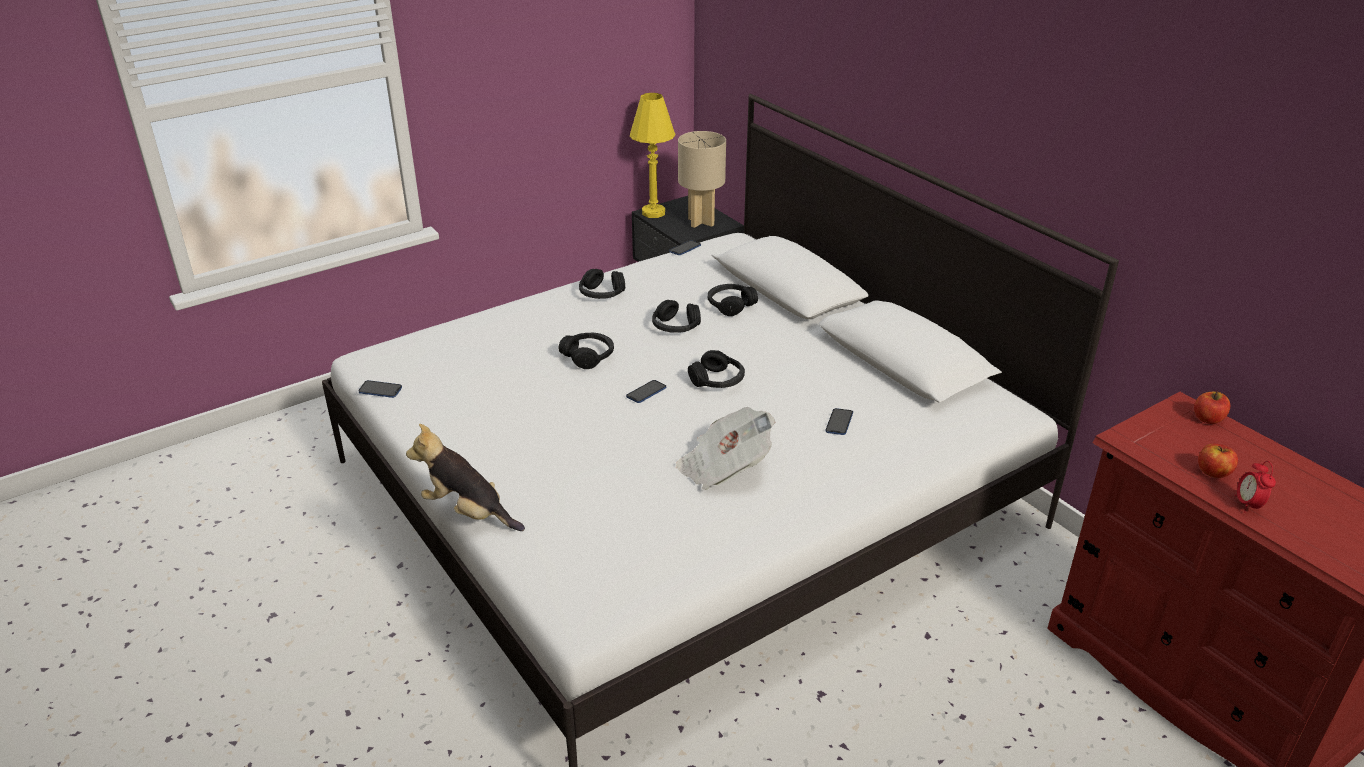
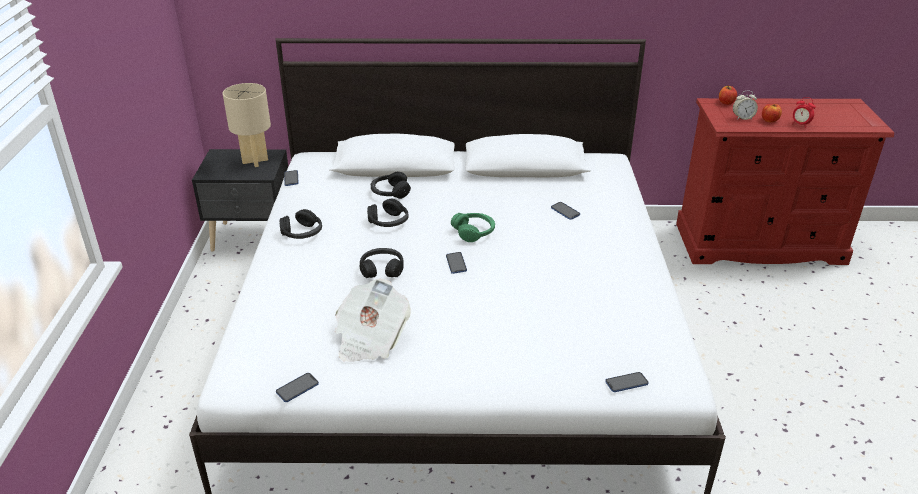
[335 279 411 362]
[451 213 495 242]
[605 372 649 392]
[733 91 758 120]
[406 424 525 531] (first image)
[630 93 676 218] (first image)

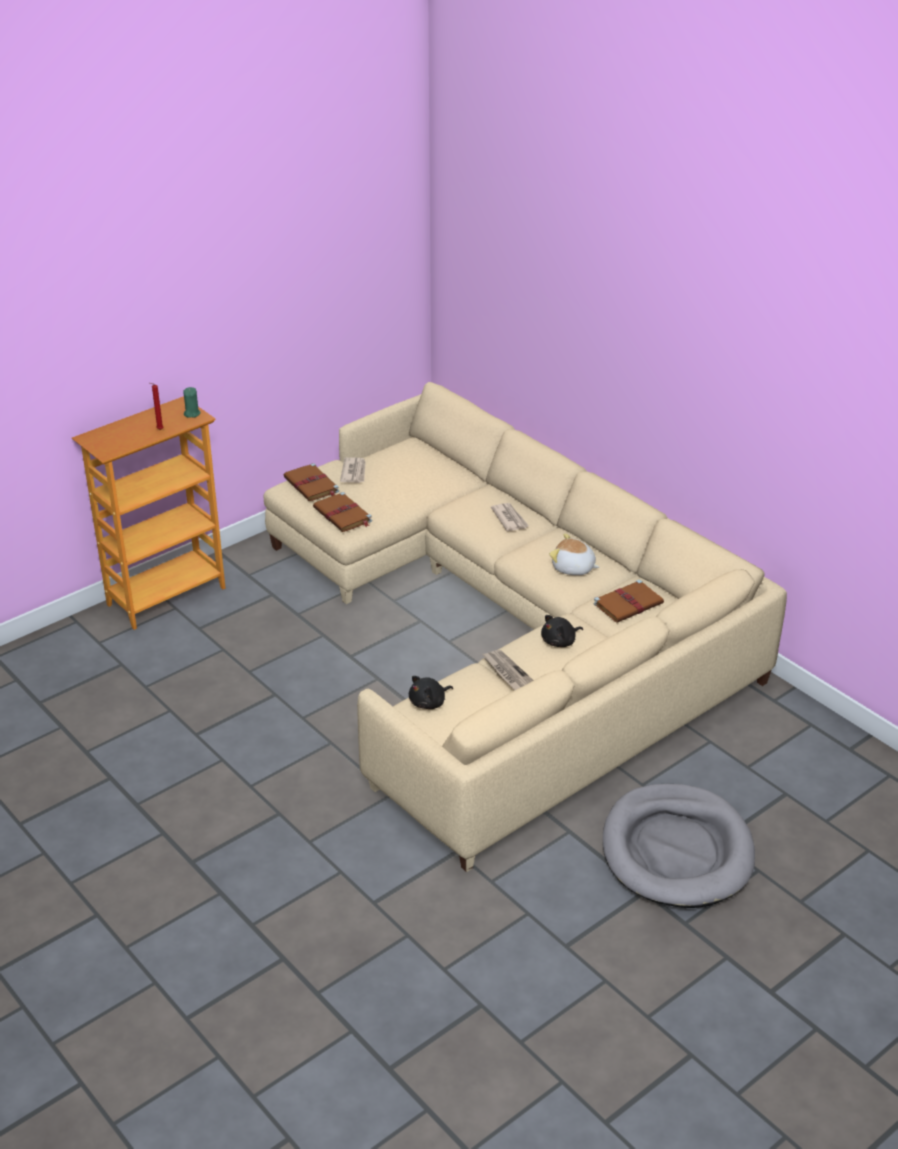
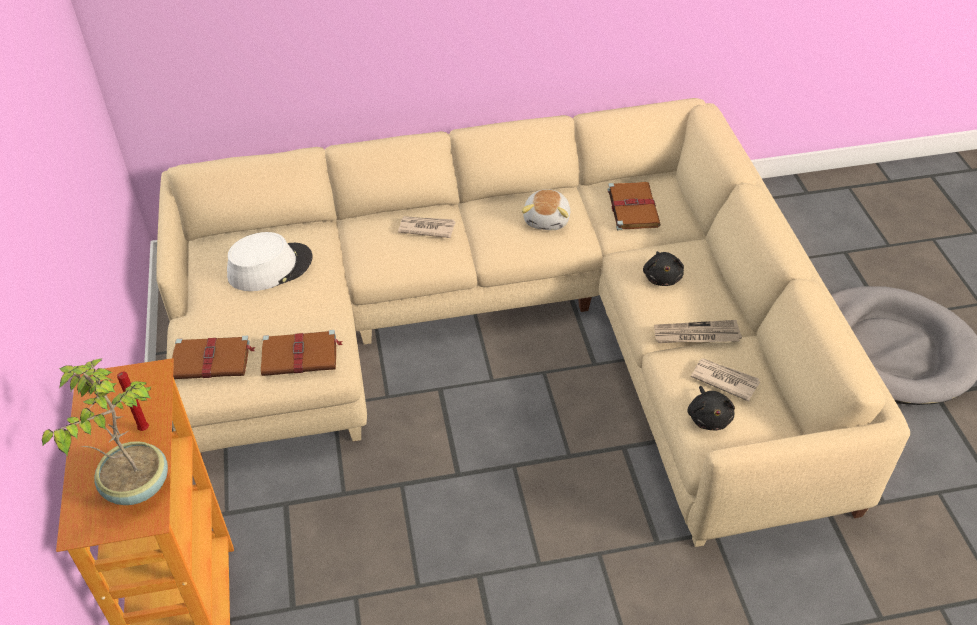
[42 358 168 505]
[227 232 313 291]
[521 189 570 230]
[691 358 760 402]
[183 387 201 418] (first image)

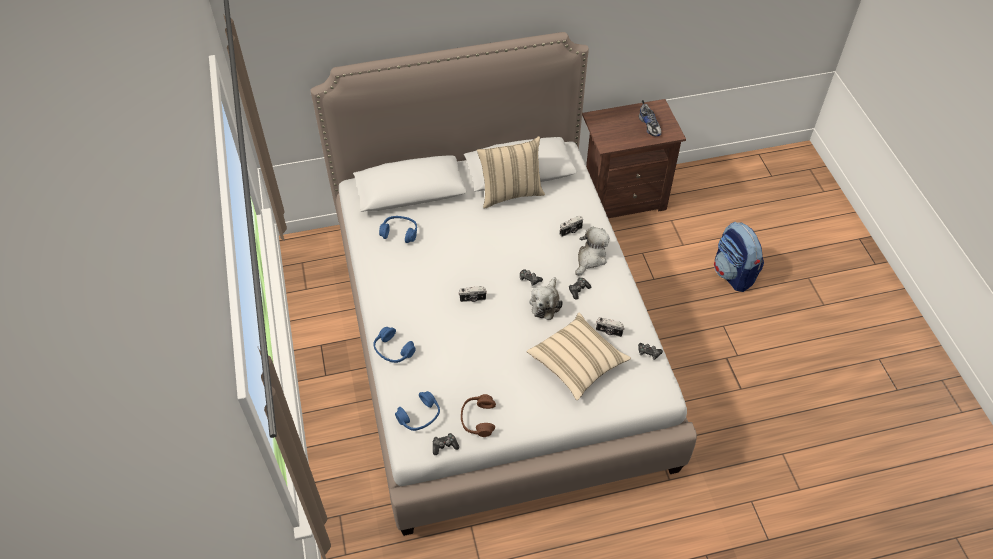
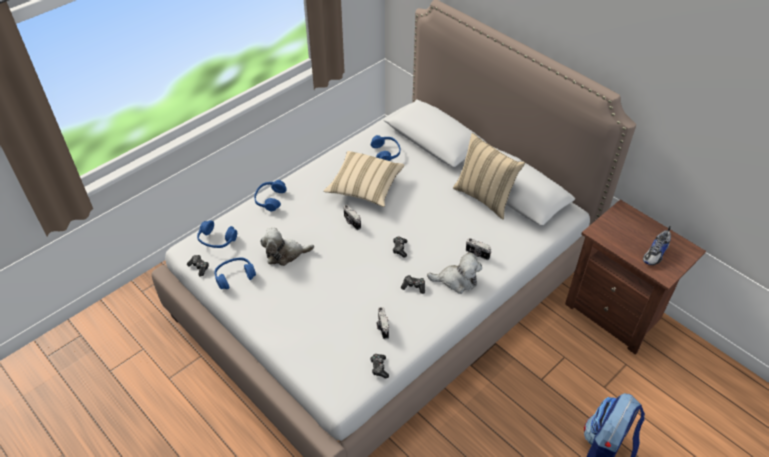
[215 258 256 289]
[260 228 314 266]
[324 151 405 207]

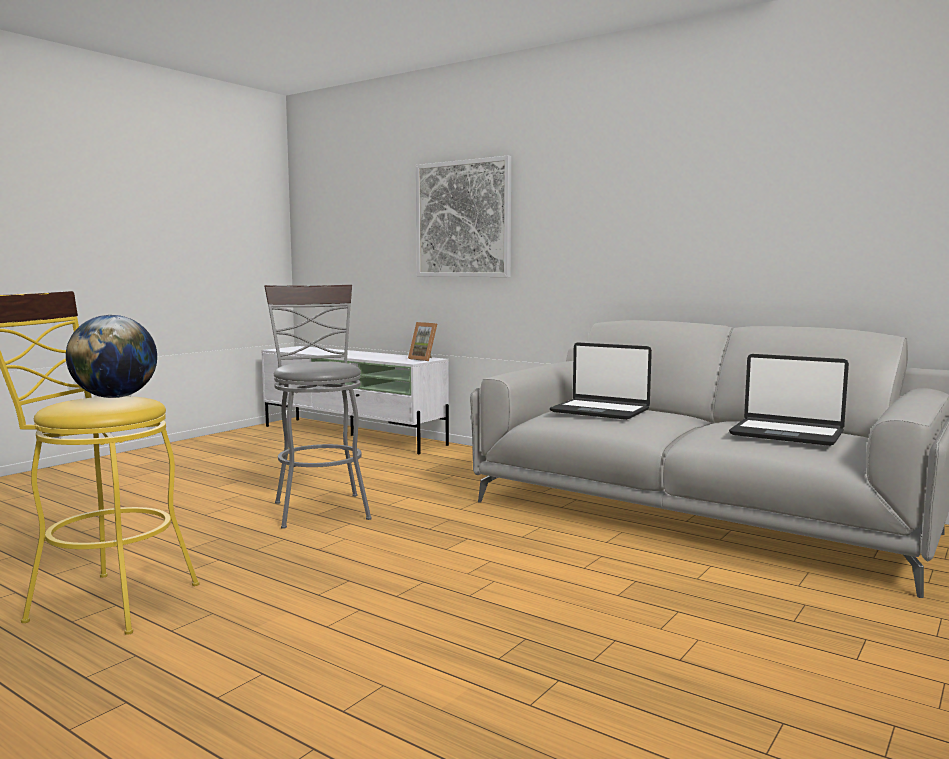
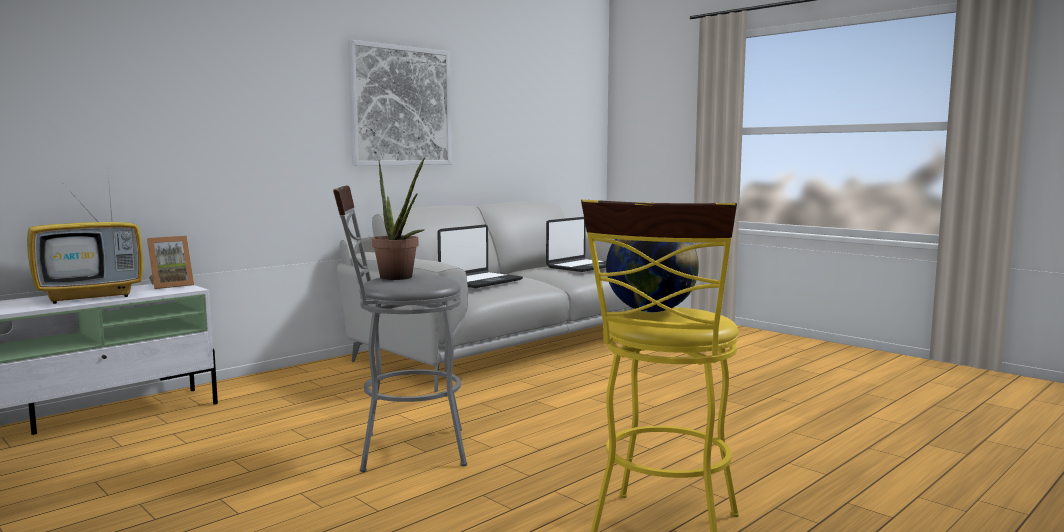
[27 175 143 304]
[348 40 452 166]
[372 158 425 280]

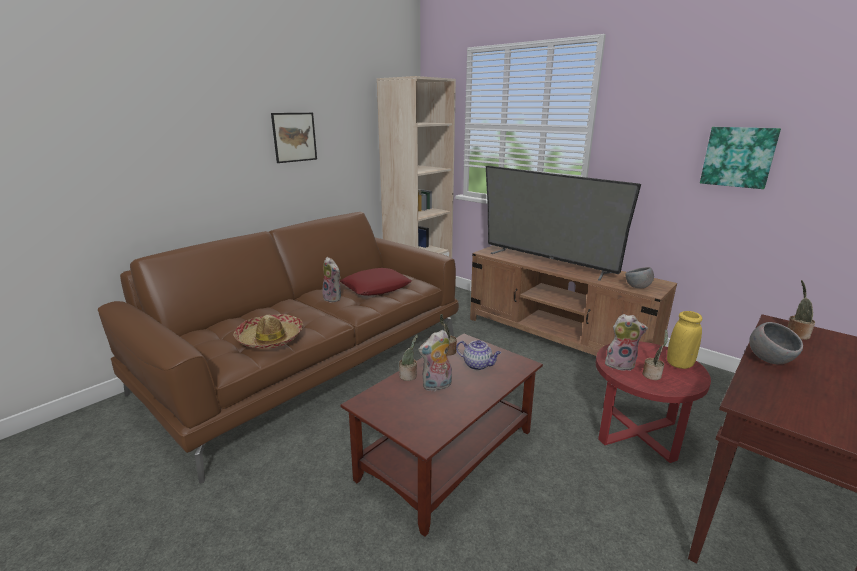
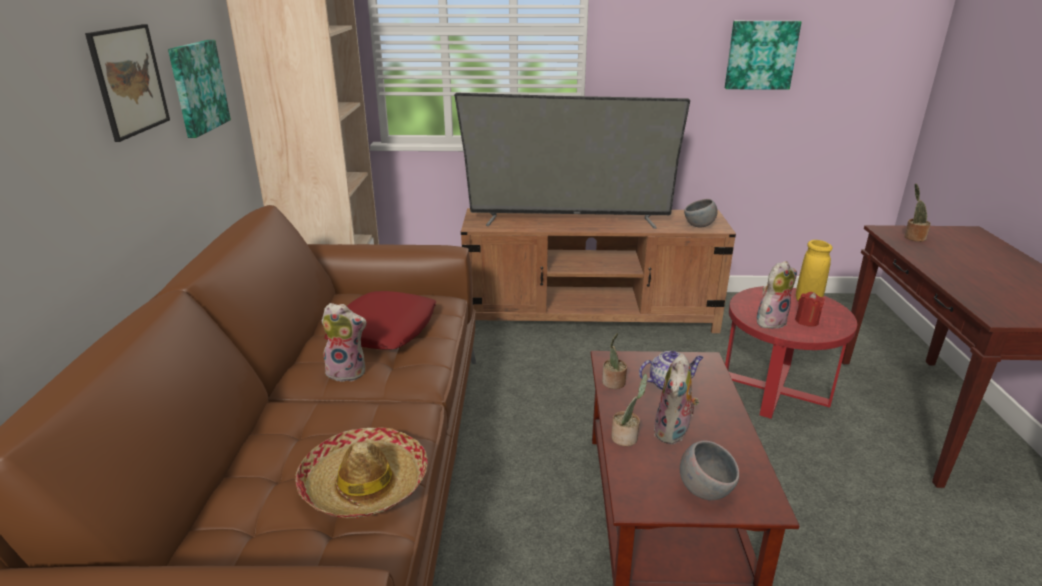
[168 40 231 138]
[680 440 739 500]
[795 292 825 326]

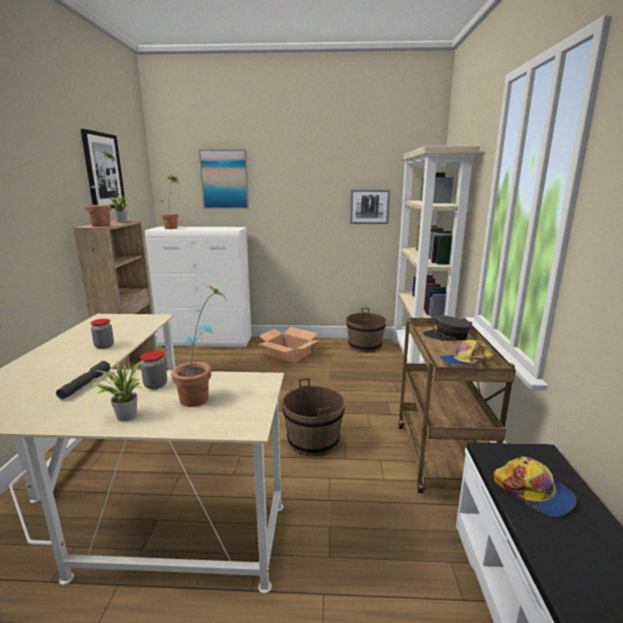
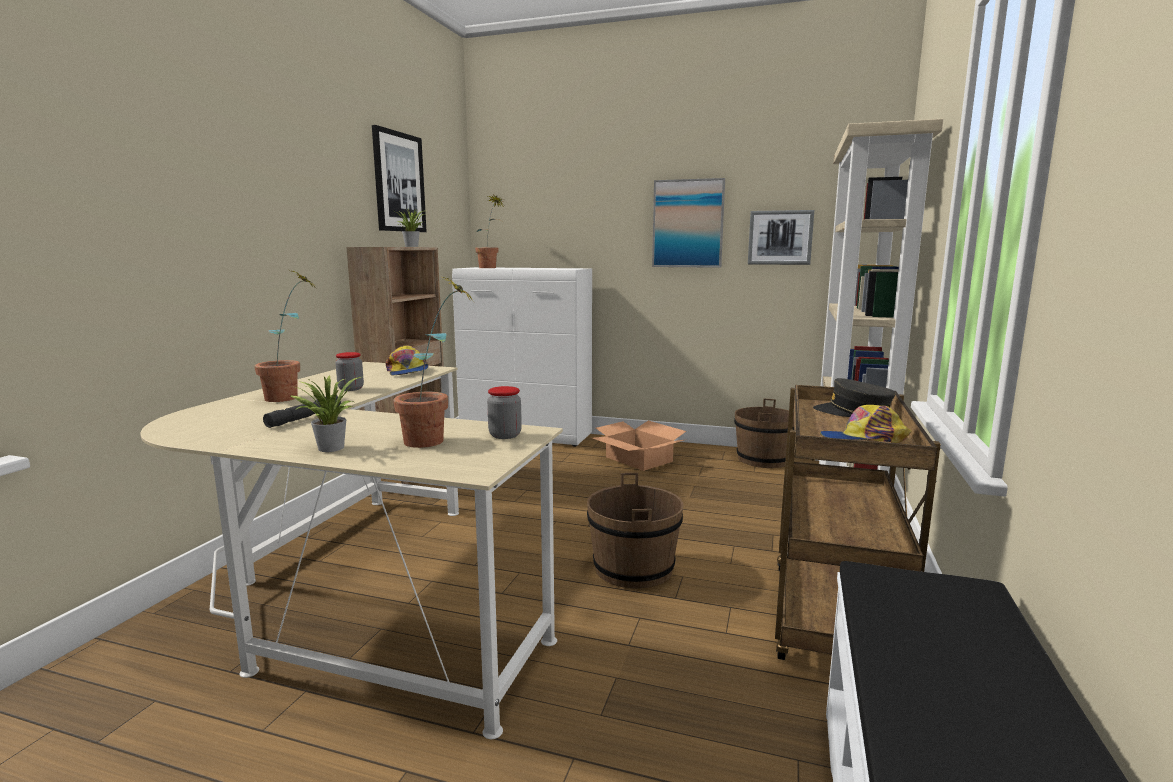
[255 268 317 402]
[386 345 428 375]
[487 386 522 439]
[652 178 725 268]

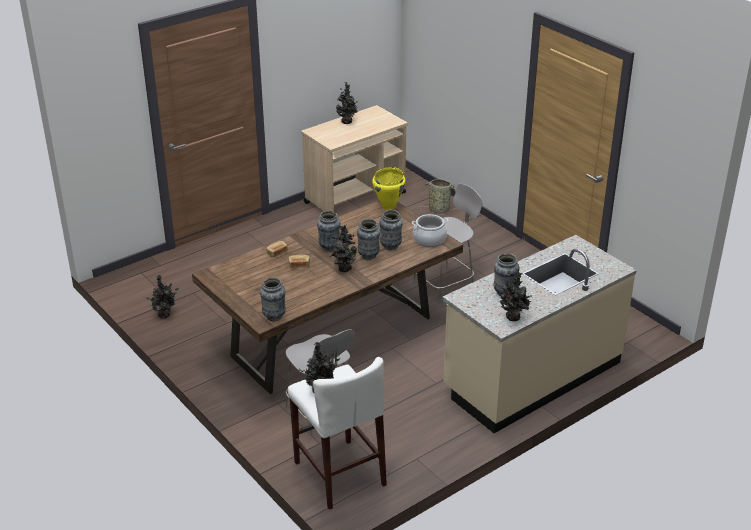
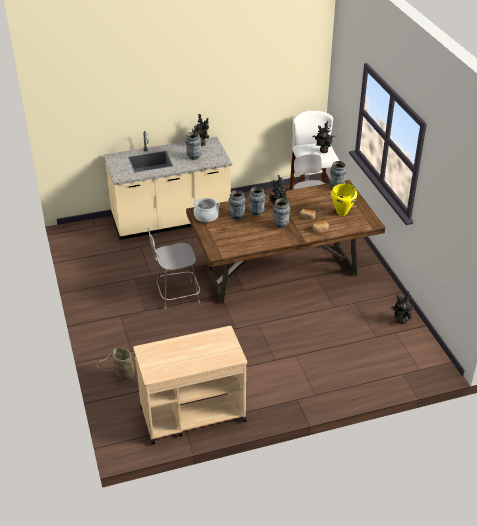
[331 183 357 216]
[336 82 358 124] (first image)

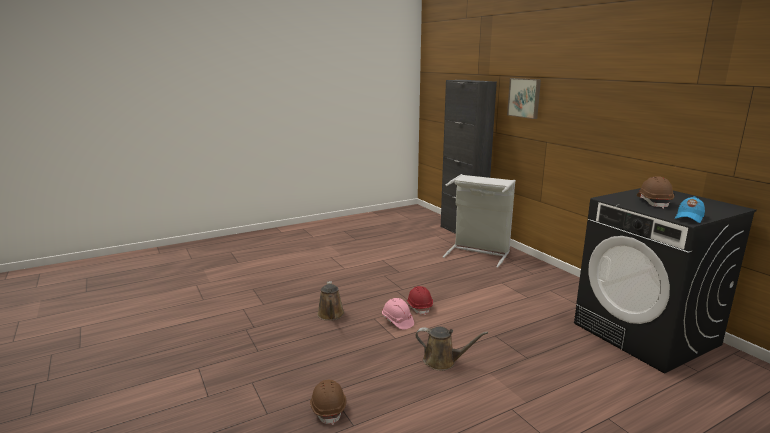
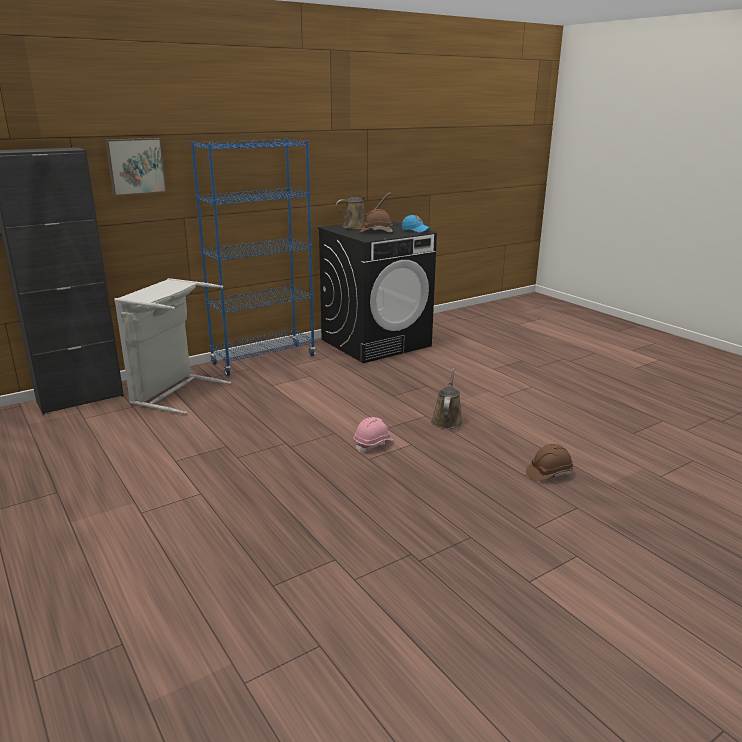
[191 138 316 376]
[336 193 391 229]
[407 286 433 315] (first image)

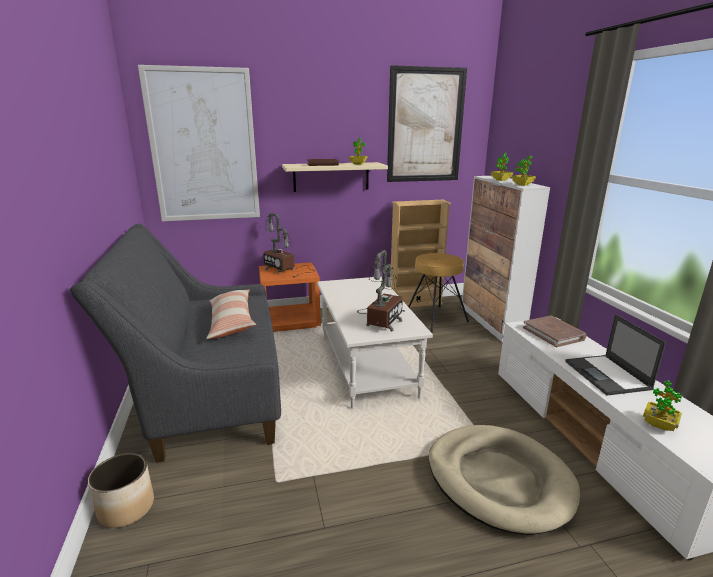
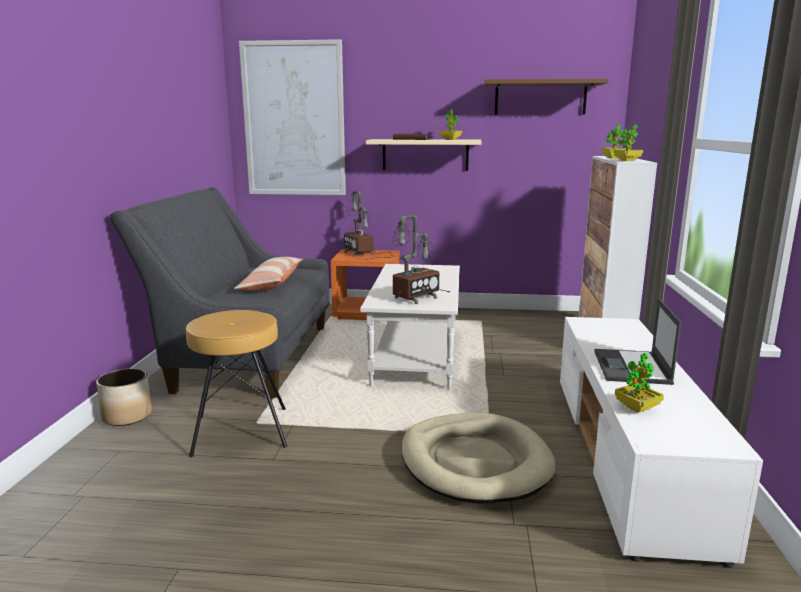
[186 310 287 457]
[484 78 609 115]
[391 200 451 308] (first image)
[523 316 586 347] (first image)

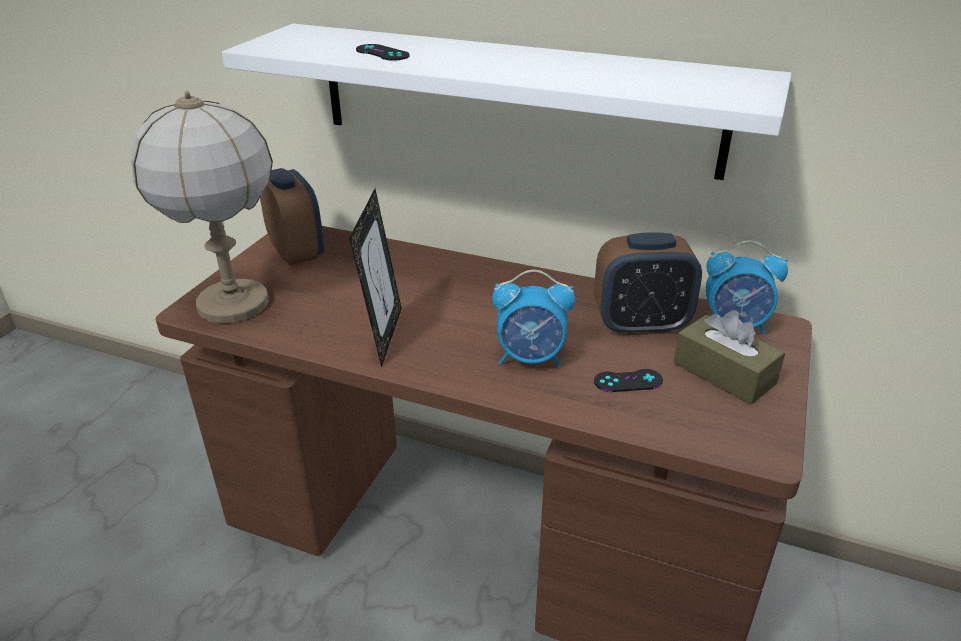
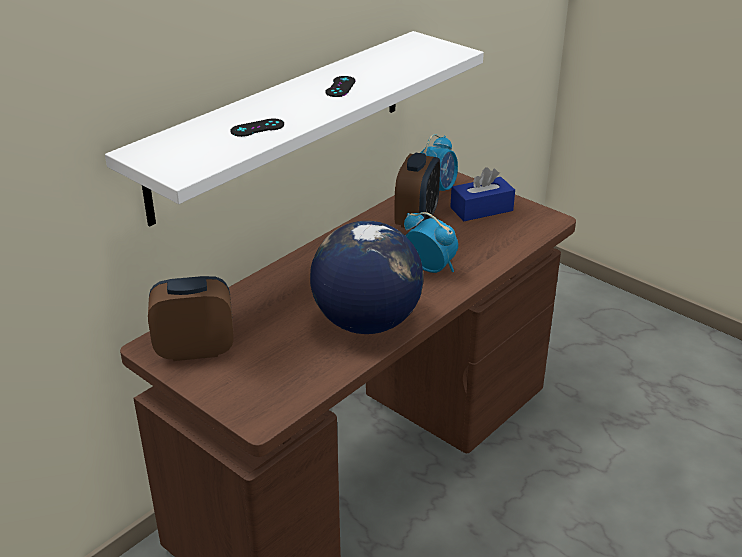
[310 221 424 334]
[325 76 356 97]
[404 212 458 273]
[450 167 515 221]
[131 91 273 323] (first image)

